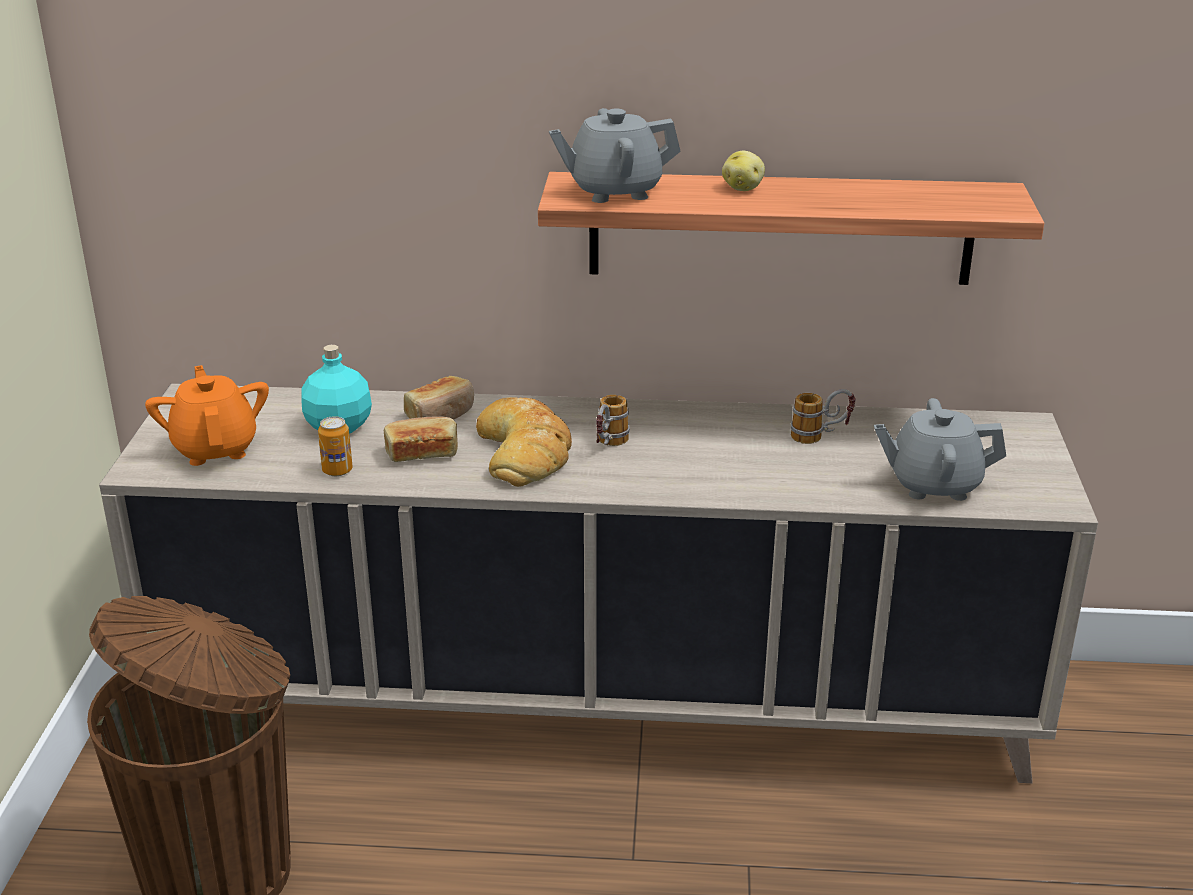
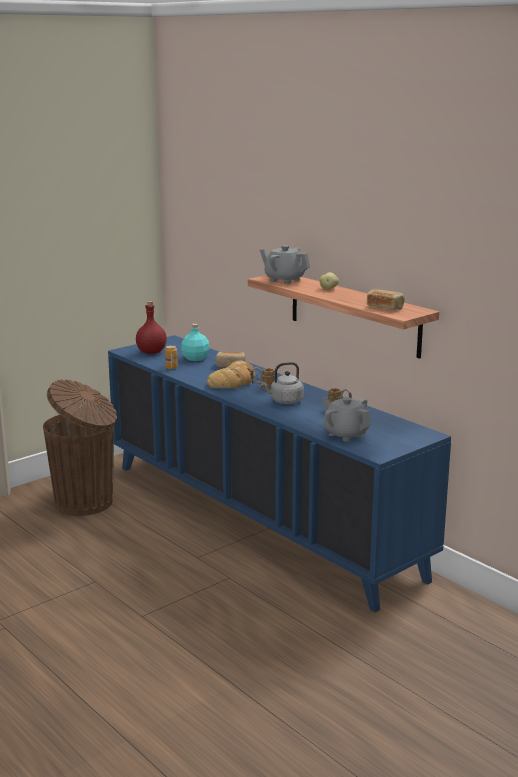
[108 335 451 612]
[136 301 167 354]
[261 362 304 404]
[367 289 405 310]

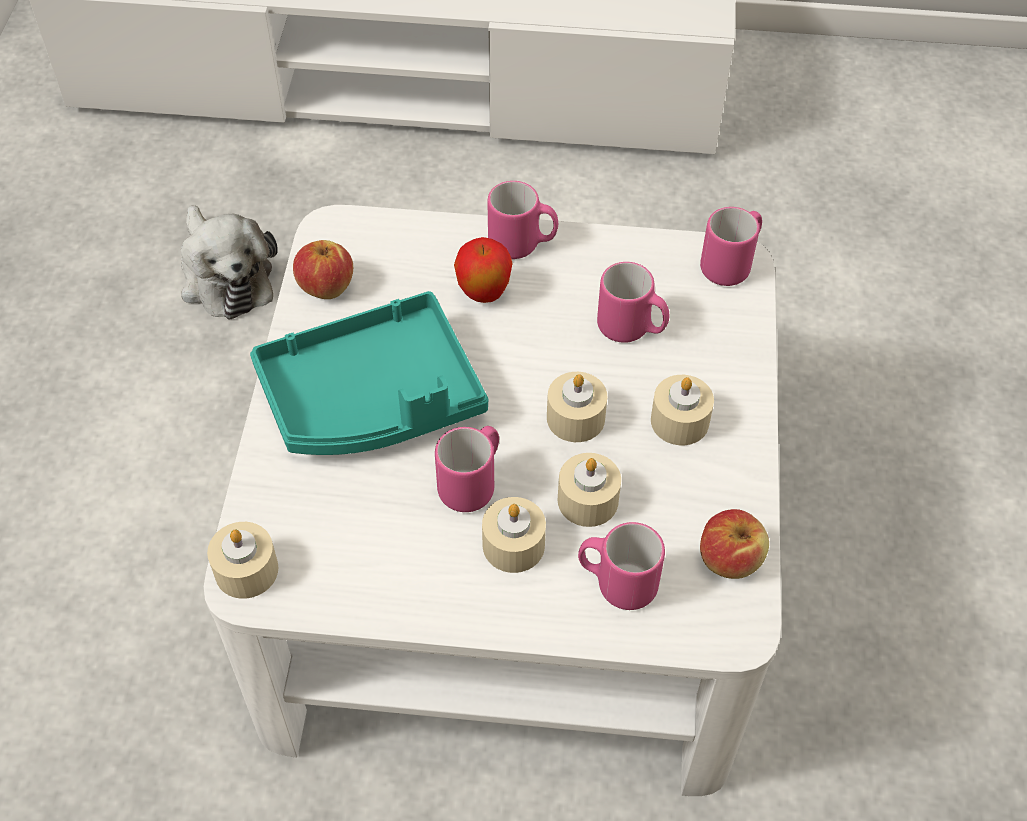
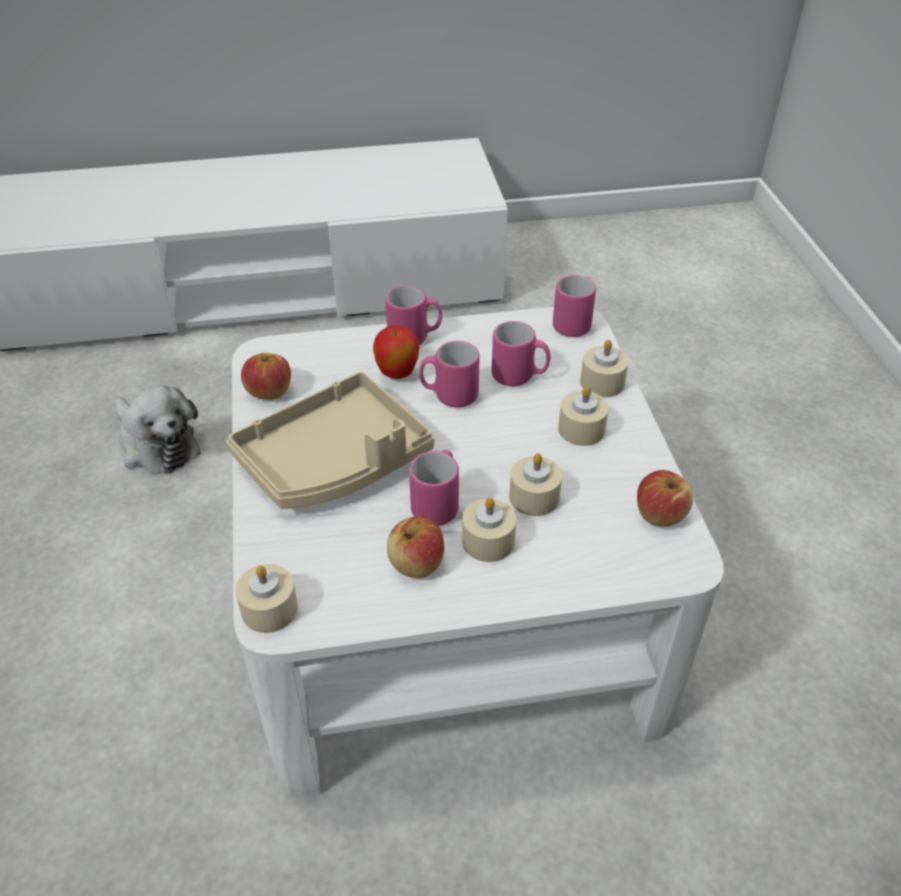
[226 371 434 509]
[387 516 444 578]
[419 341 480 408]
[580 340 629 397]

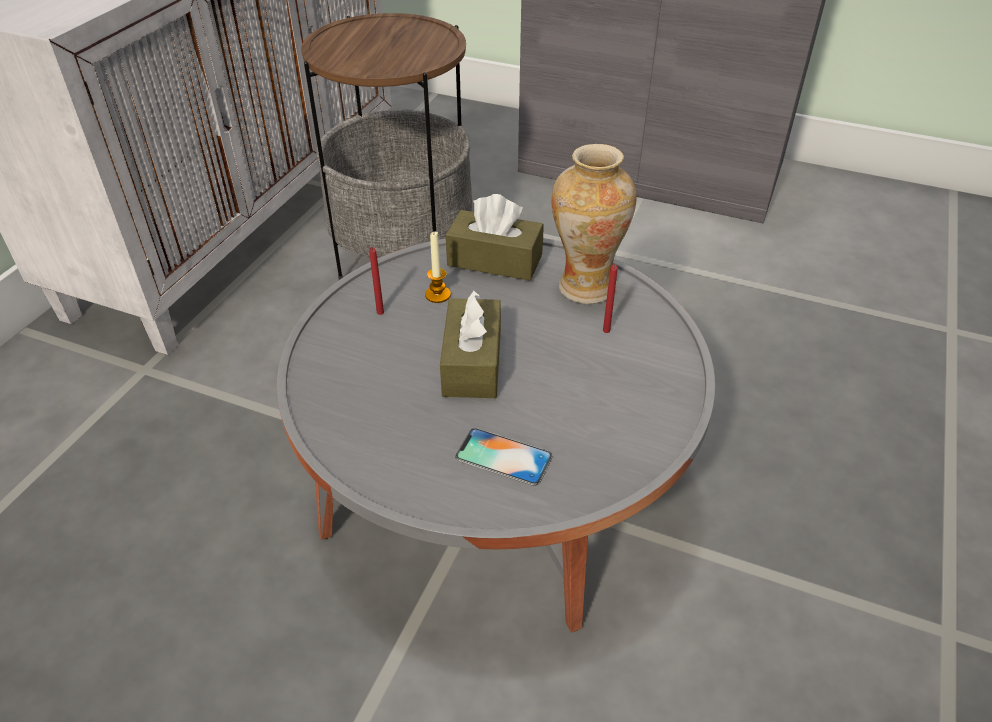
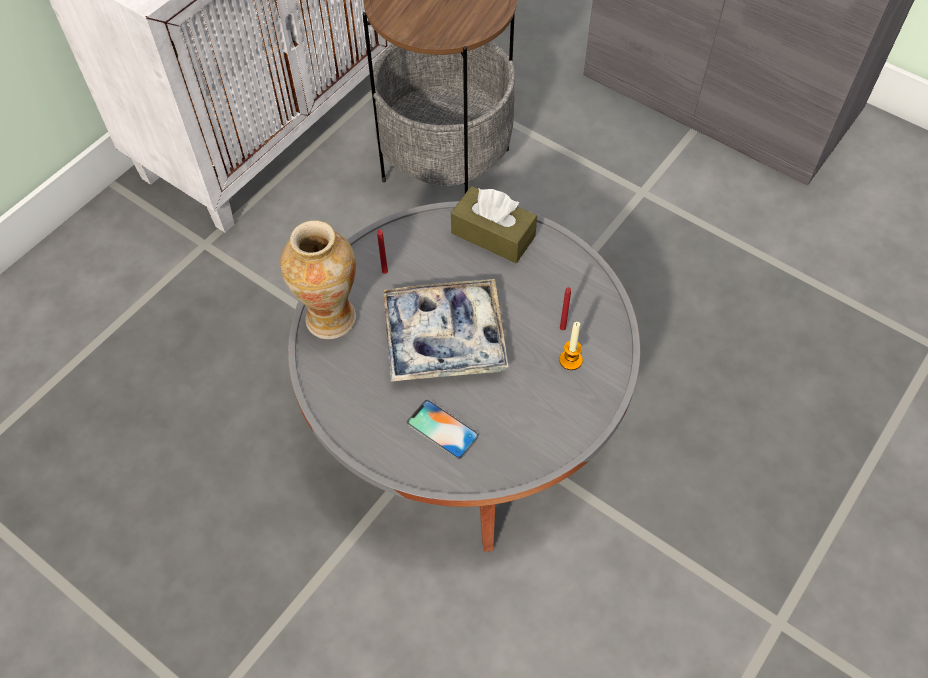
[280 220 356 339]
[383 279 509 382]
[559 322 583 370]

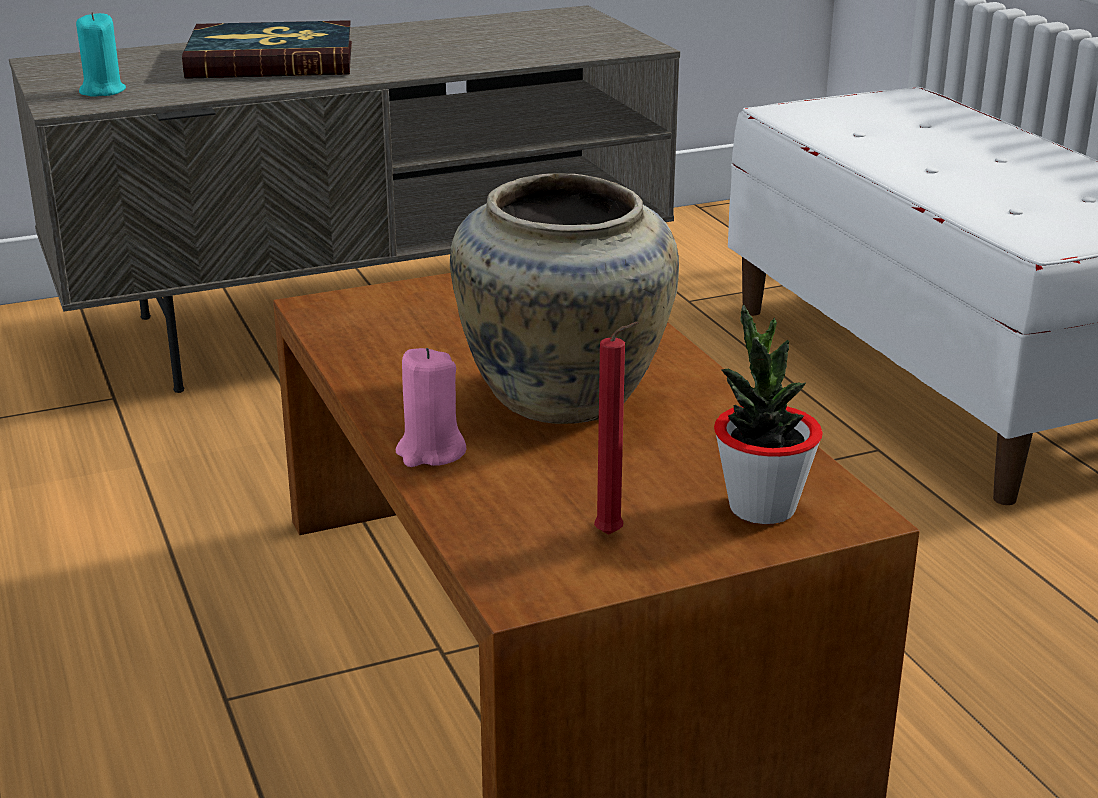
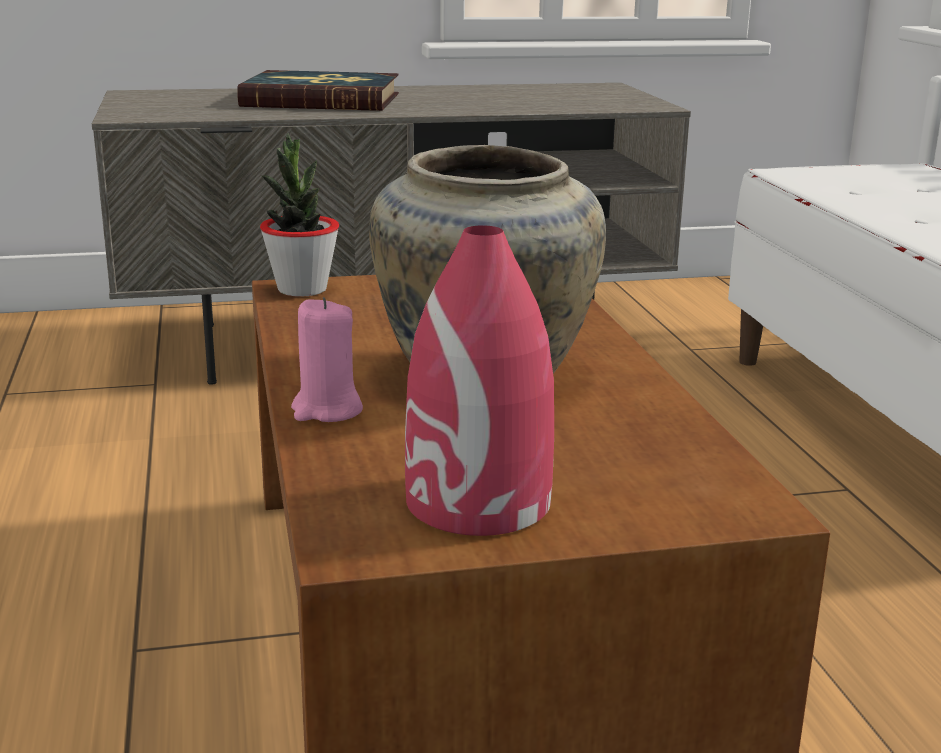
[260 133 339 297]
[405 225 554 536]
[76 12 126 97] (first image)

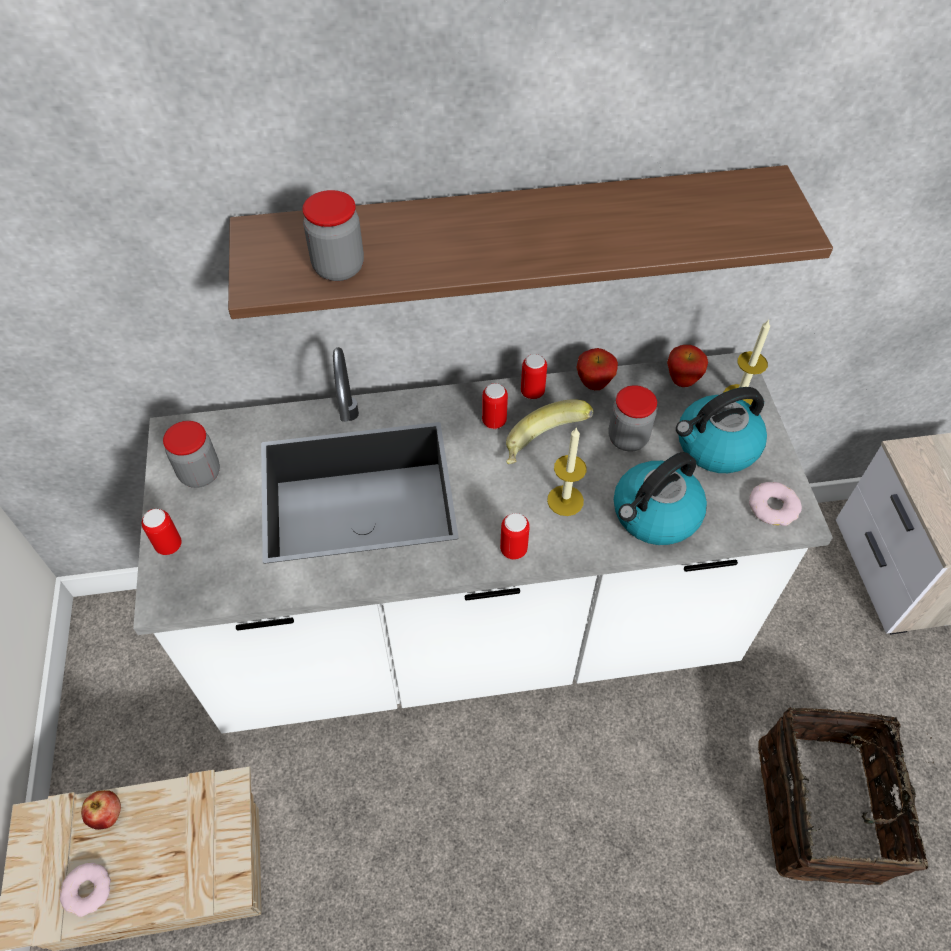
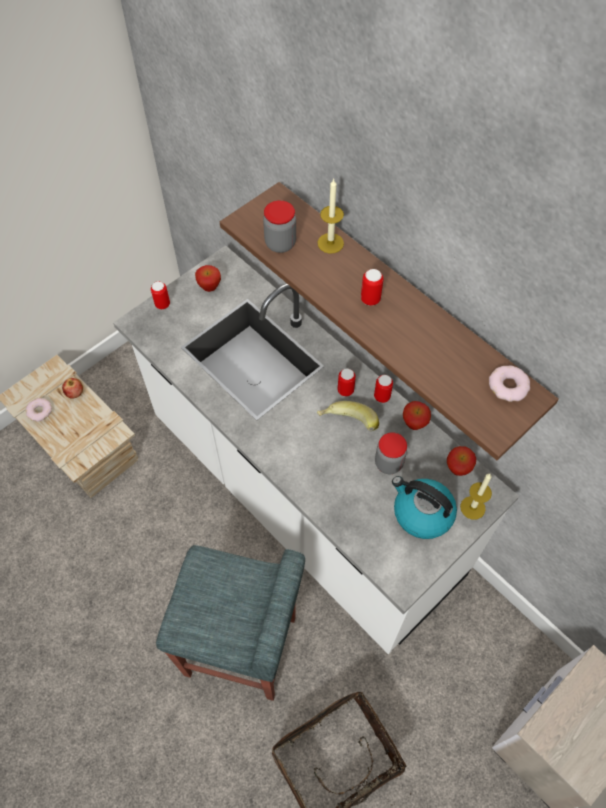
[156 545 305 701]
[195 265 221 292]
[318 179 344 254]
[361 269 384 306]
[489 366 530 402]
[614 452 707 545] (first image)

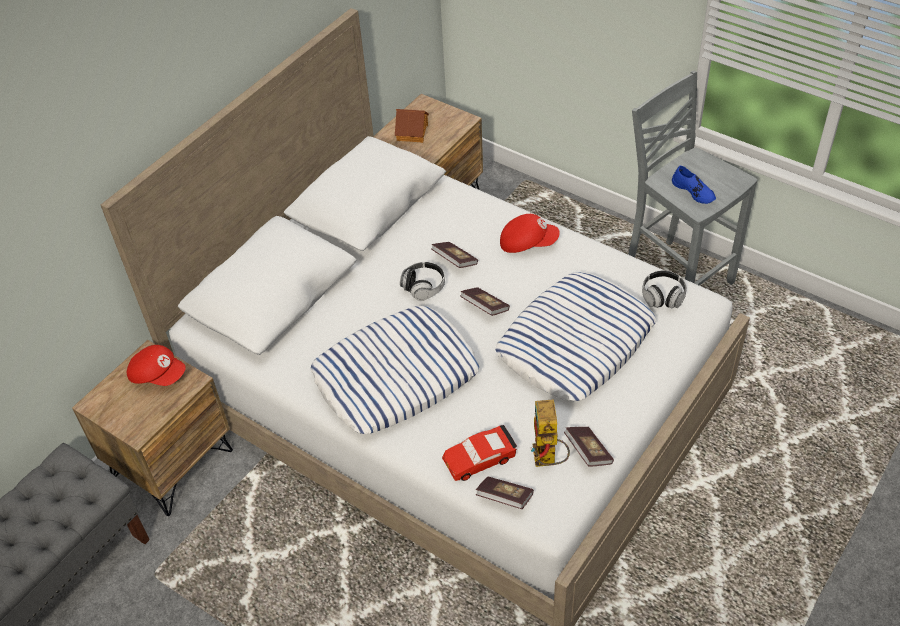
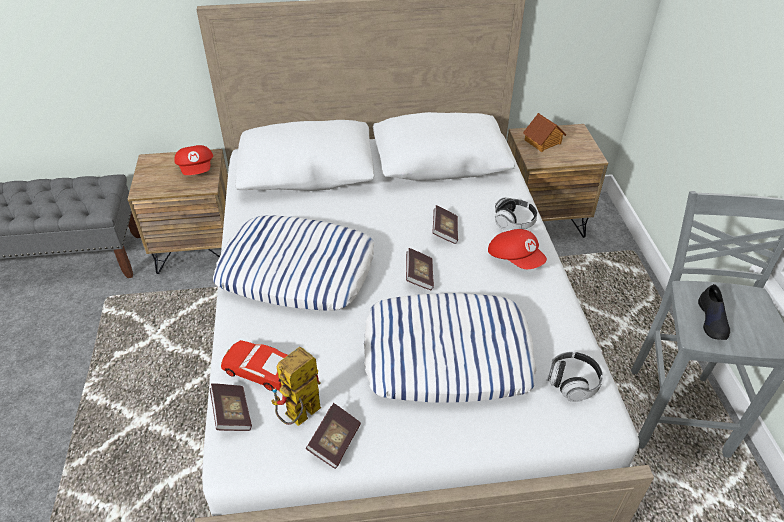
[494 197 538 230]
[698 284 730 340]

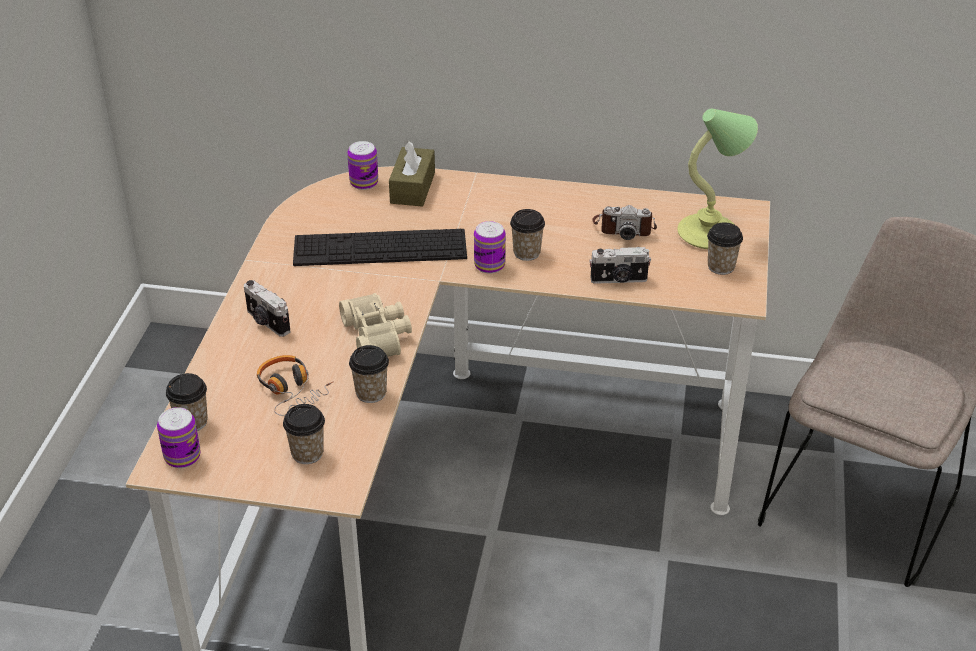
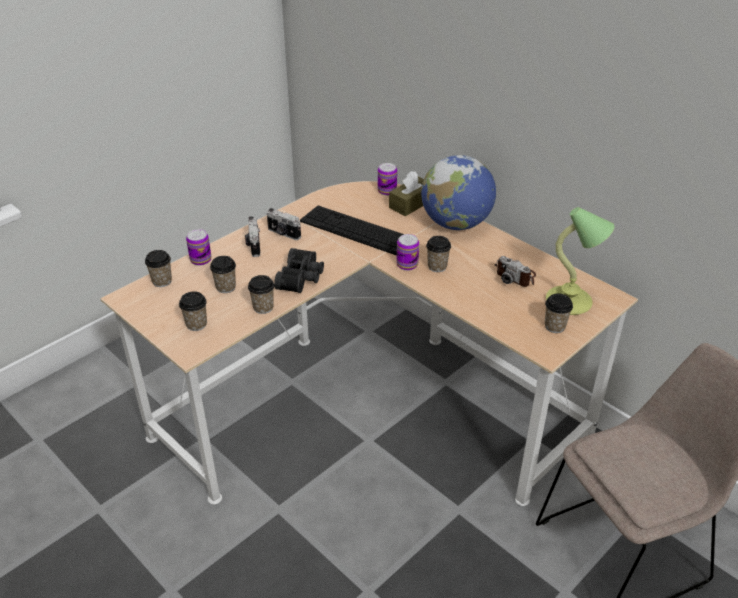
[186 229 211 266]
[210 256 236 293]
[267 208 301 240]
[274 248 324 293]
[421 155 496 230]

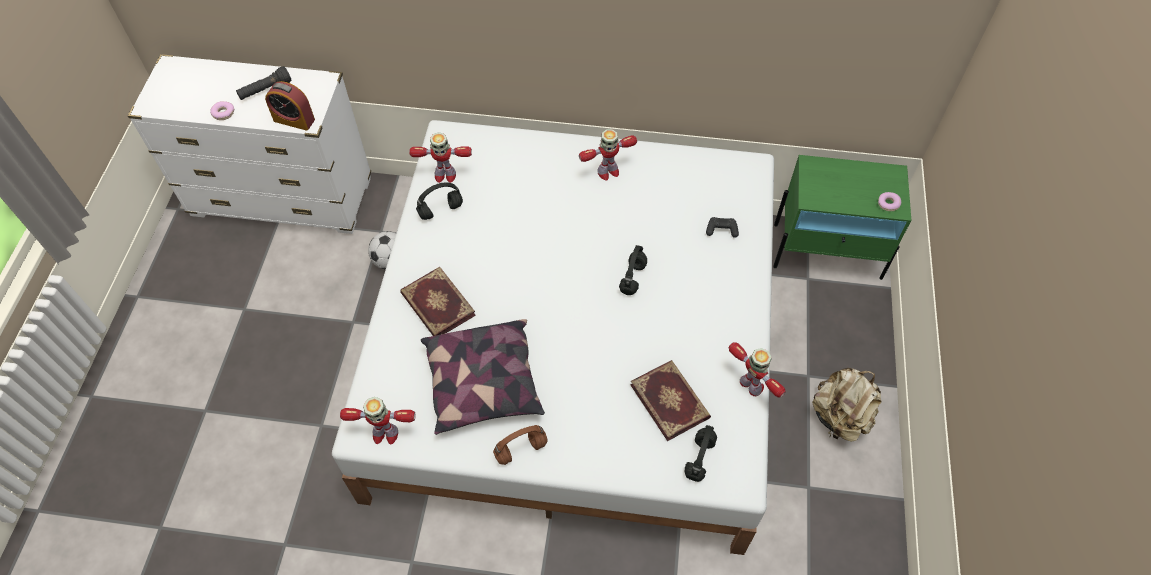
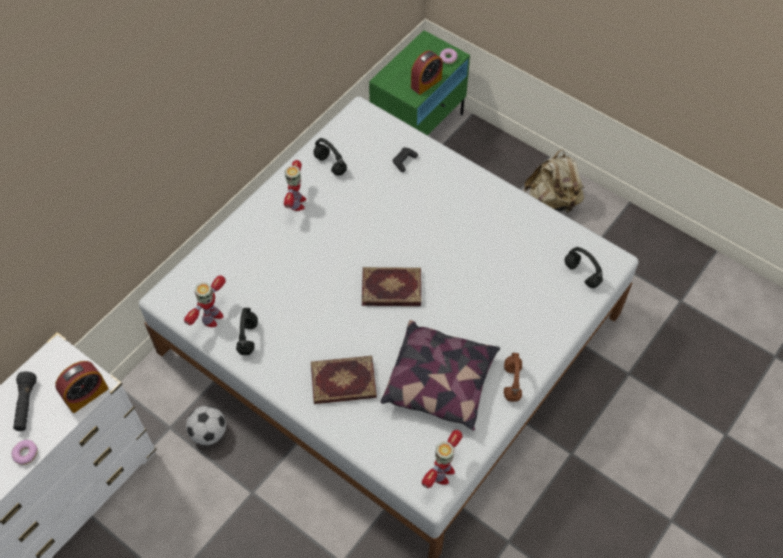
[314 138 347 176]
[362 267 421 306]
[411 51 443 95]
[729 342 786 398] (first image)

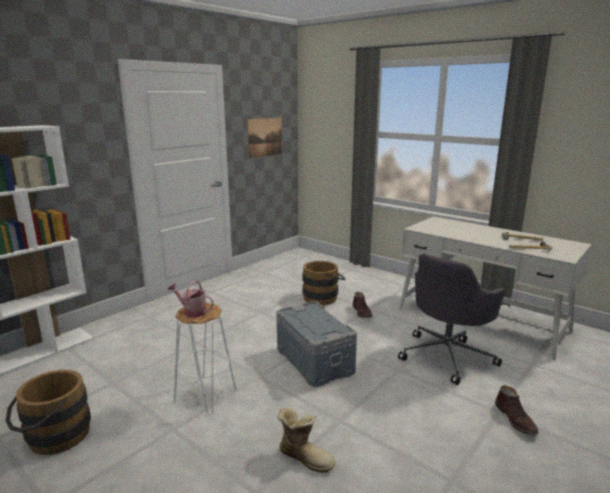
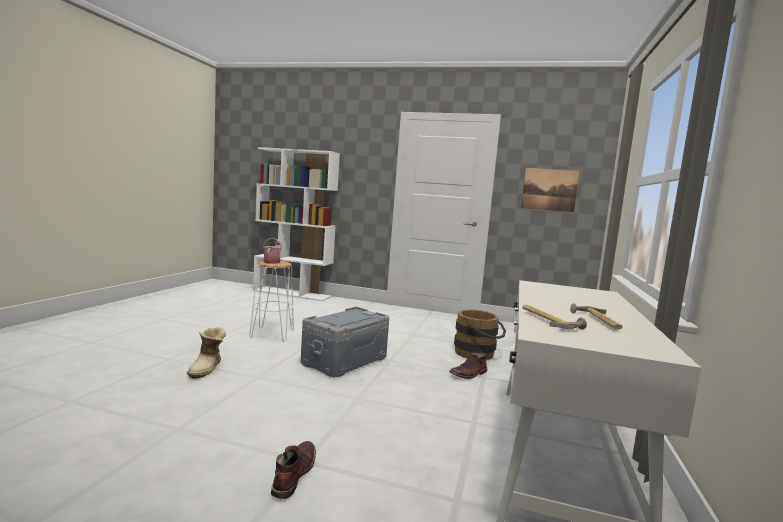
[271 441 316 499]
[5 370 91 455] (first image)
[398 254 506 385] (first image)

